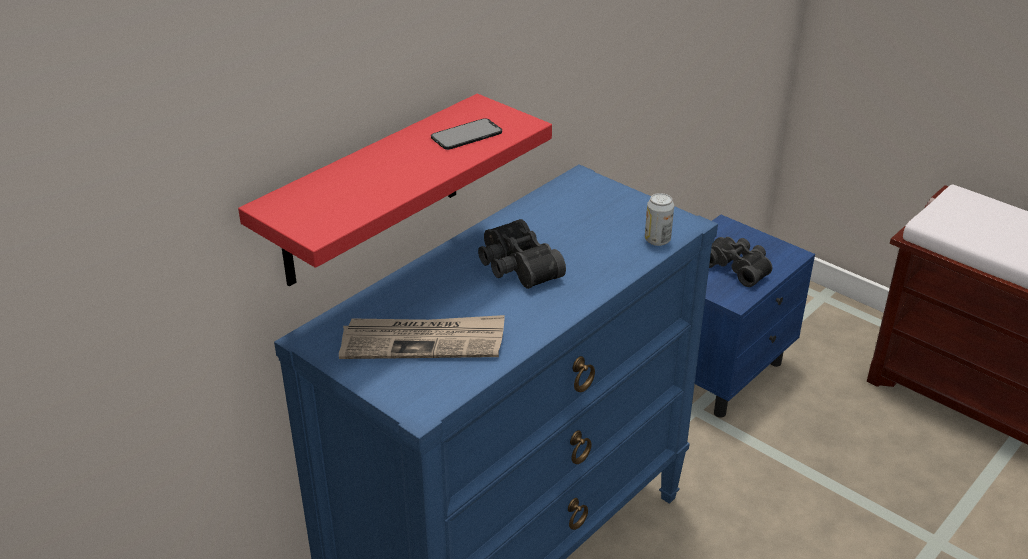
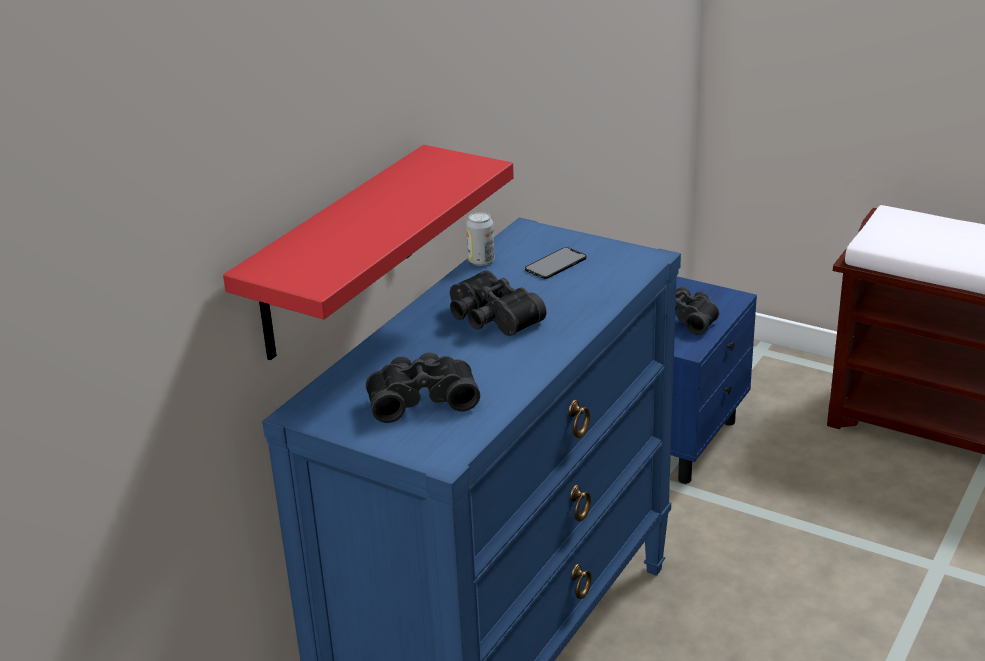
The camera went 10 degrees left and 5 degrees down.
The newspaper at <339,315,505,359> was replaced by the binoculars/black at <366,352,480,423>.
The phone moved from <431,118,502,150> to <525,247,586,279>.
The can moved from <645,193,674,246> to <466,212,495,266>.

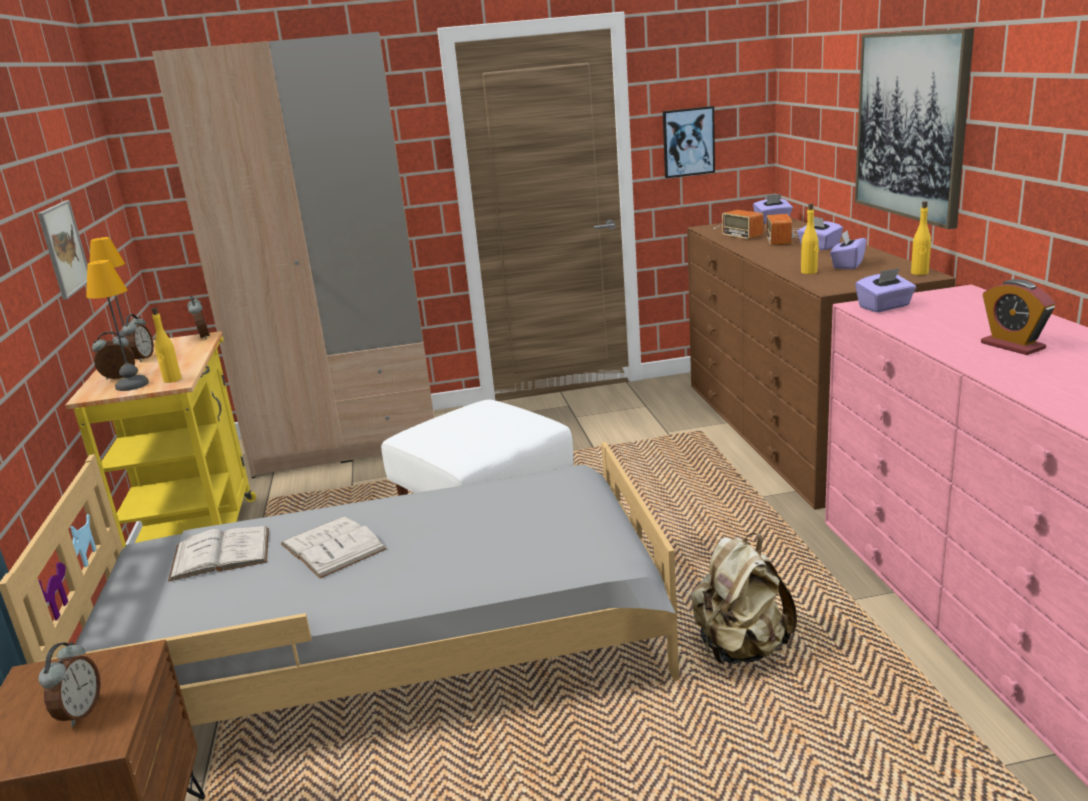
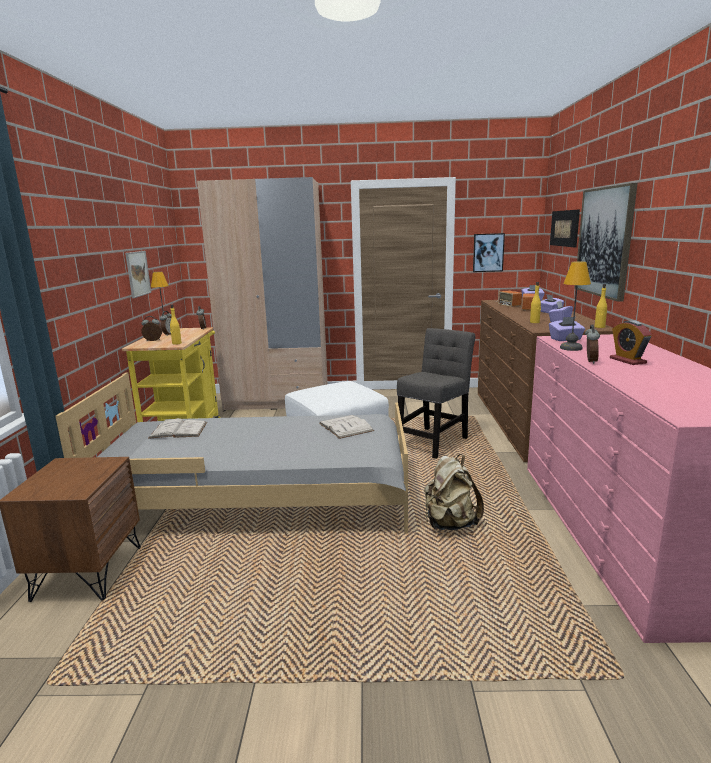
The camera went 10 degrees right and 5 degrees down.
The alarm clock moved from <38,642,101,727> to <585,325,600,364>.
The table lamp moved from <86,260,149,391> to <560,261,591,351>.
The book/white moved from <281,516,387,578> to <319,415,374,439>.
The chair/grey at <397,328,475,459> appeared.
The picture at <550,209,580,248> appeared.

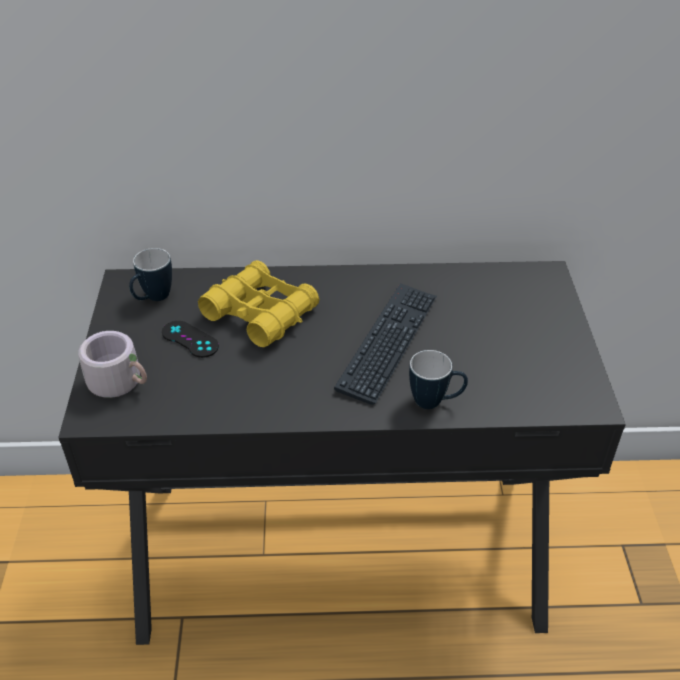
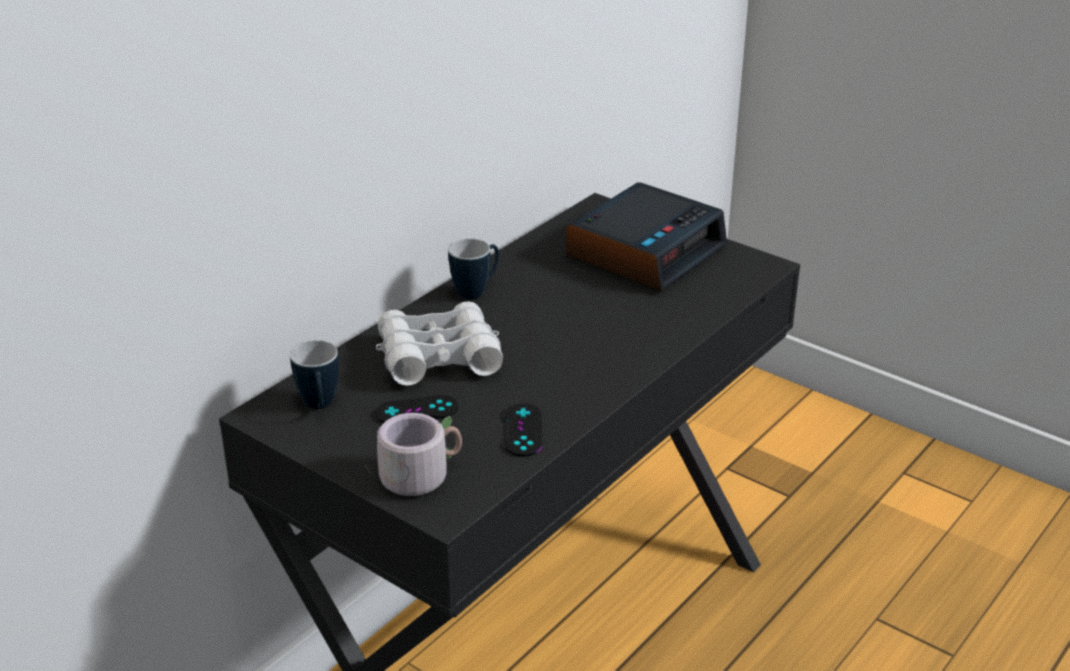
The camera went 50 degrees left and 10 degrees down.
The binoculars/yellow at <198,260,320,347> became the binoculars/white at <376,301,503,386>.
The keyboard at <334,283,437,405> disappeared.
The mug moved from <409,350,468,409> to <448,238,499,300>.
The game controller/black at <504,403,542,457> appeared.
The alarm clock at <566,182,727,292> appeared.

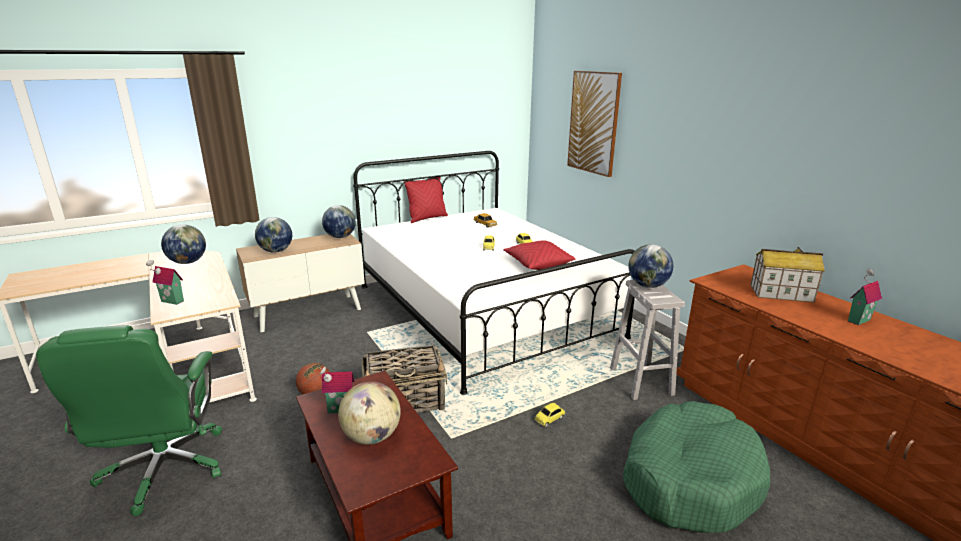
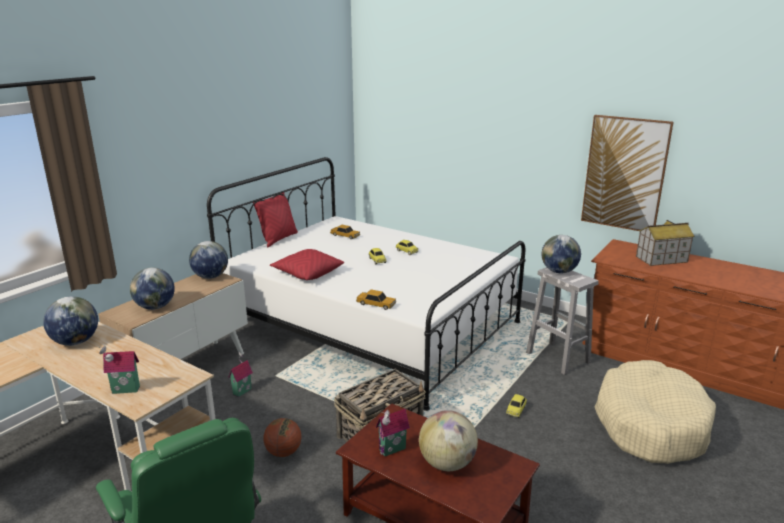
The camera went 25 degrees left and 0 degrees up.
The pillow/red moved from <503,241,575,270> to <270,249,344,280>.
The picture moved from <567,71,622,177> to <581,115,674,231>.
The dog bed/green at <623,401,770,533> became the dog bed/beige at <595,360,716,464>.
The toy house moved from <848,268,882,325> to <228,352,253,397>.
The toy car at <356,289,396,310> appeared.

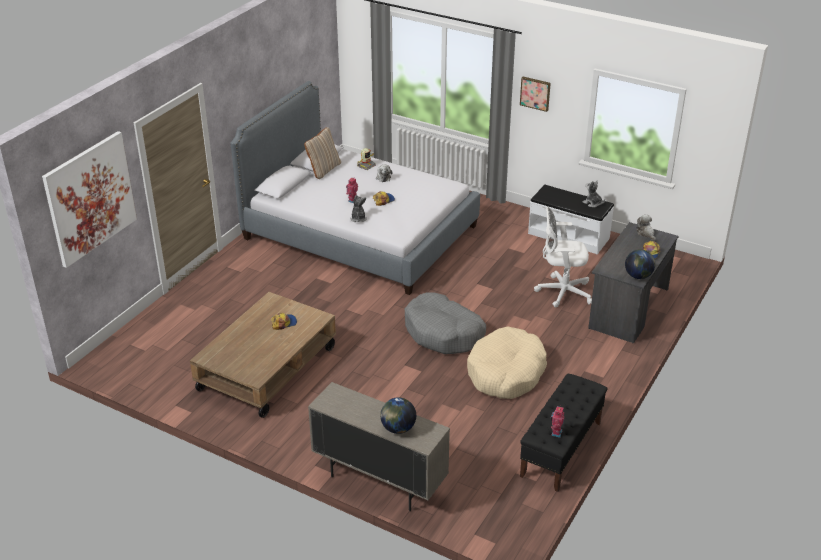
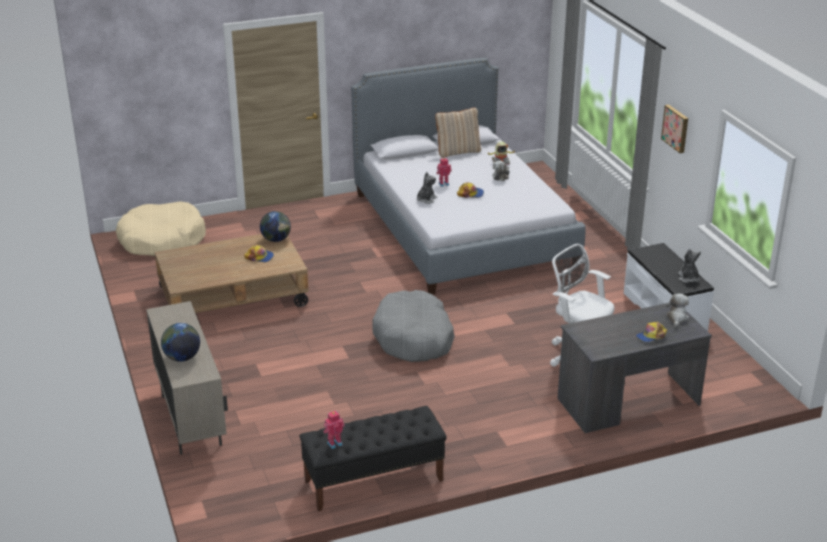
The camera went 40 degrees right and 5 degrees down.
The picture at <42,131,137,268> disappeared.
The dog bed/beige moved from <467,327,547,399> to <116,201,206,256>.
The globe moved from <625,249,655,279> to <260,211,291,242>.

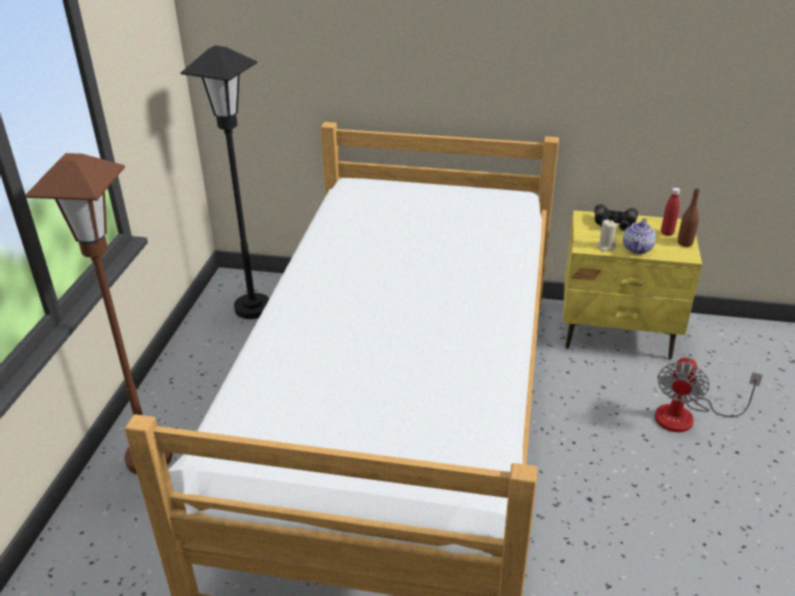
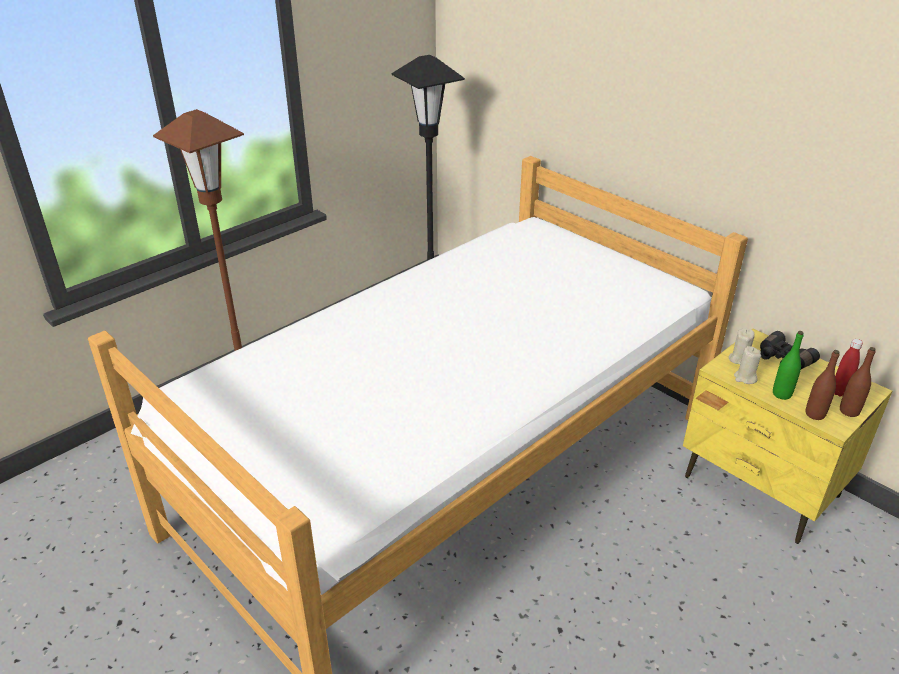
The camera went 35 degrees right and 0 degrees up.
The teapot at <623,218,656,254> was replaced by the bottle/green at <773,331,804,400>.
The fan at <655,357,763,432> disappeared.
The candle/beige at <729,328,755,365> appeared.
The bottle/brown at <806,350,840,420> appeared.

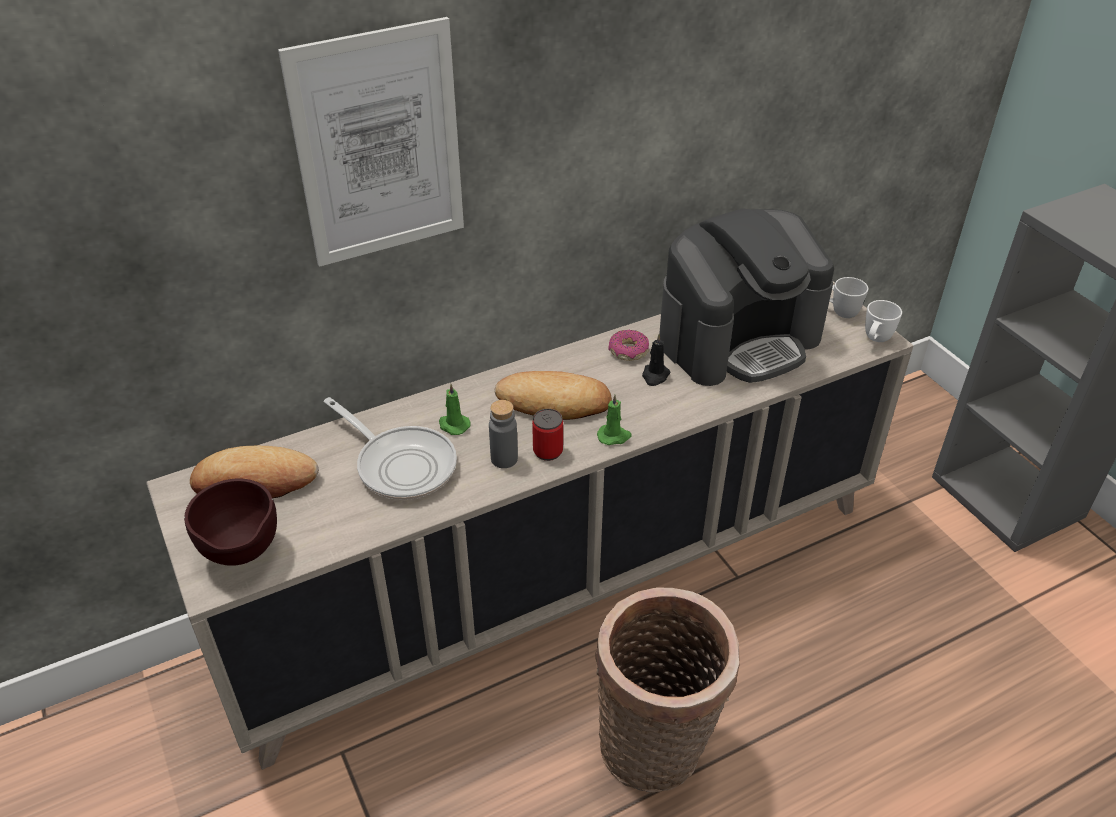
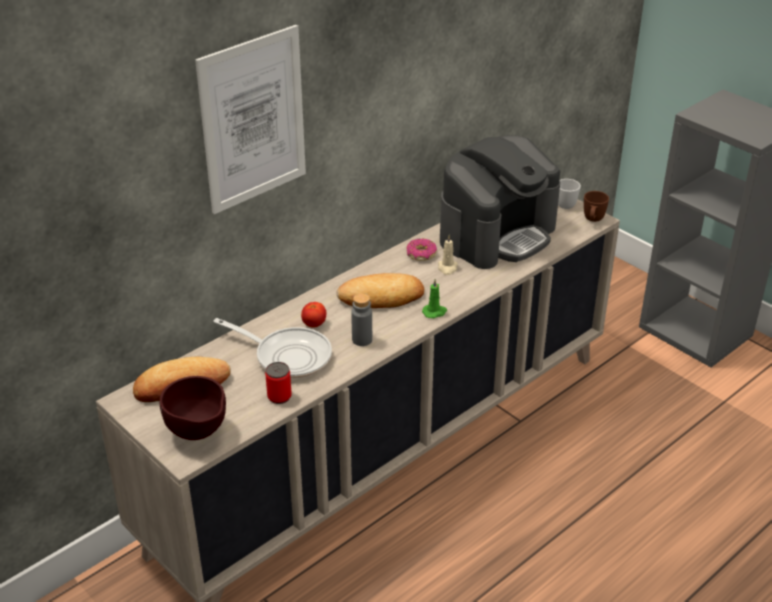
The camera went 15 degrees left and 5 degrees down.
The candle/green at <439,384,471,435> was replaced by the tomato at <301,302,326,328>.
The can moved from <532,409,563,461> to <265,362,292,404>.
The basket at <595,588,740,793> disappeared.
The candle/black at <642,334,671,386> became the candle/beige at <438,235,458,275>.
The mug/white at <865,300,902,342> became the mug/brown at <584,191,609,222>.

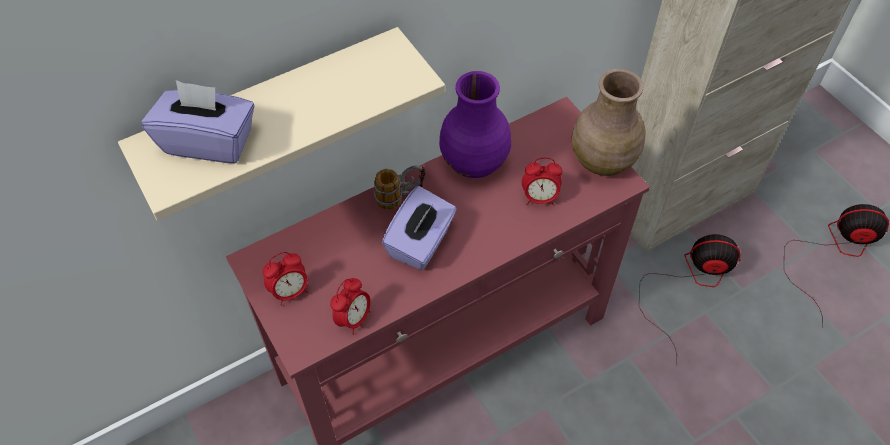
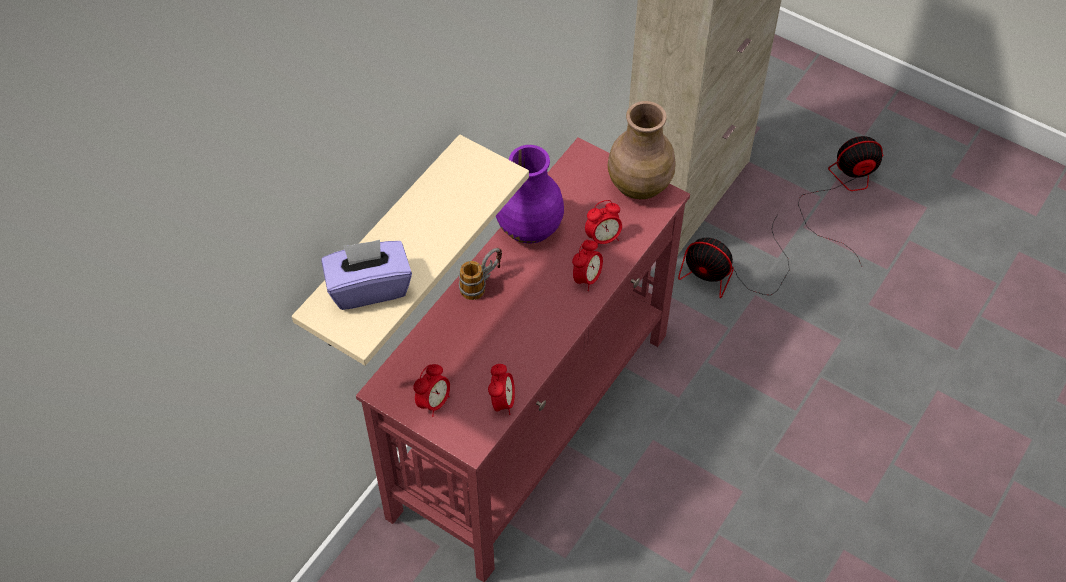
The camera went 25 degrees left and 0 degrees up.
The tissue box/purple at <382,186,457,270> disappeared.
The fan at <639,234,741,366> turned 135 degrees counterclockwise.
The alarm clock at <572,240,603,291> appeared.

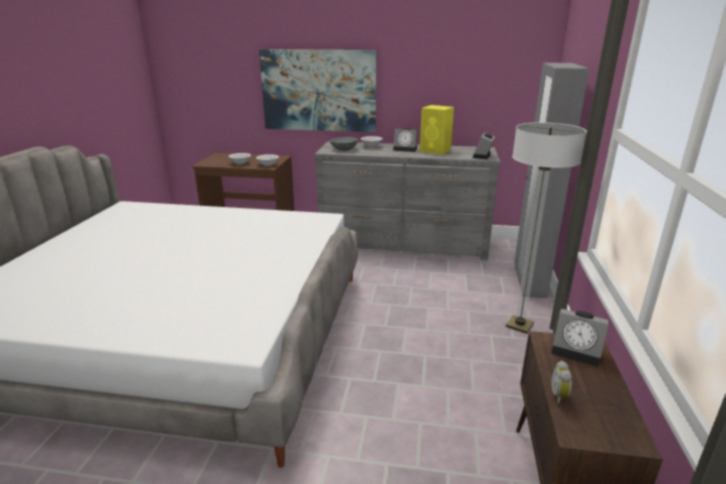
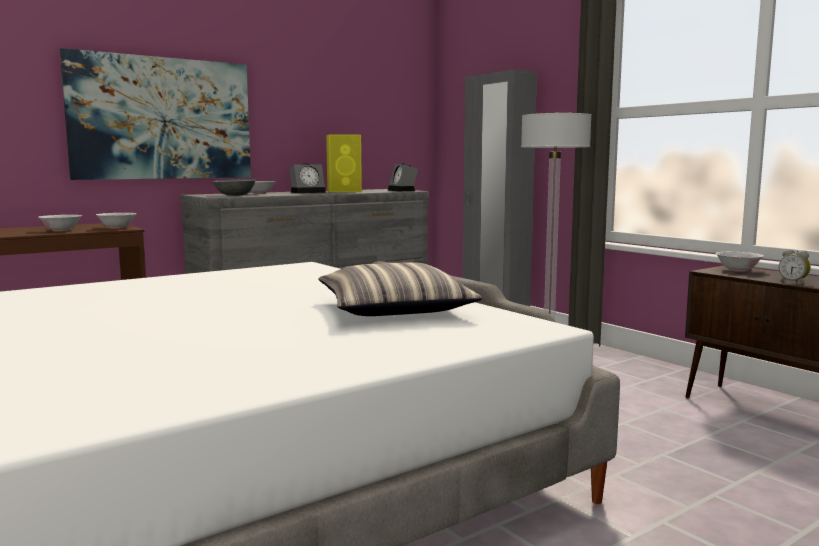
The camera went 45 degrees left and 15 degrees down.
The alarm clock at <551,309,608,367> was replaced by the bowl/white at <715,252,764,272>.
The pillow at <318,262,482,316> appeared.

